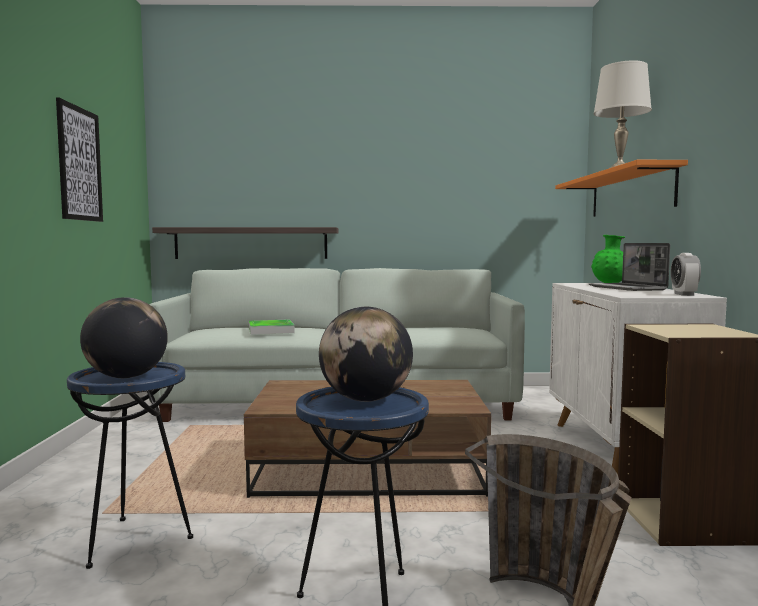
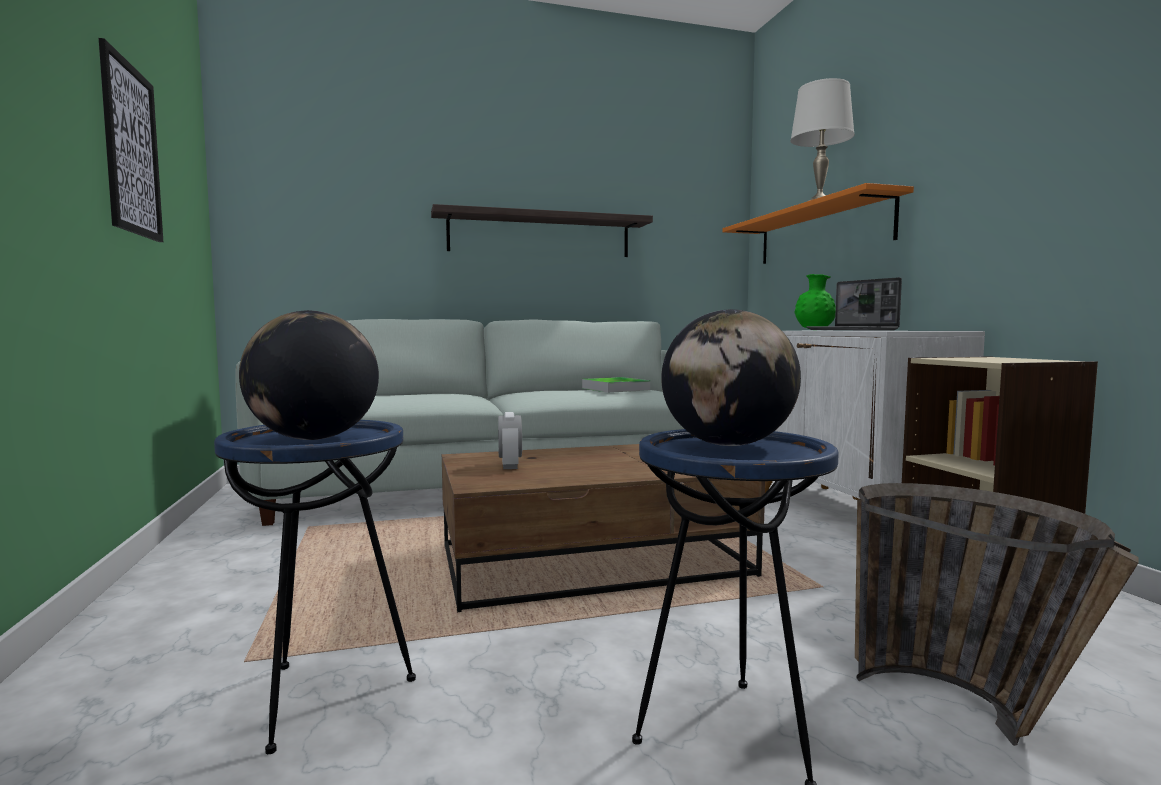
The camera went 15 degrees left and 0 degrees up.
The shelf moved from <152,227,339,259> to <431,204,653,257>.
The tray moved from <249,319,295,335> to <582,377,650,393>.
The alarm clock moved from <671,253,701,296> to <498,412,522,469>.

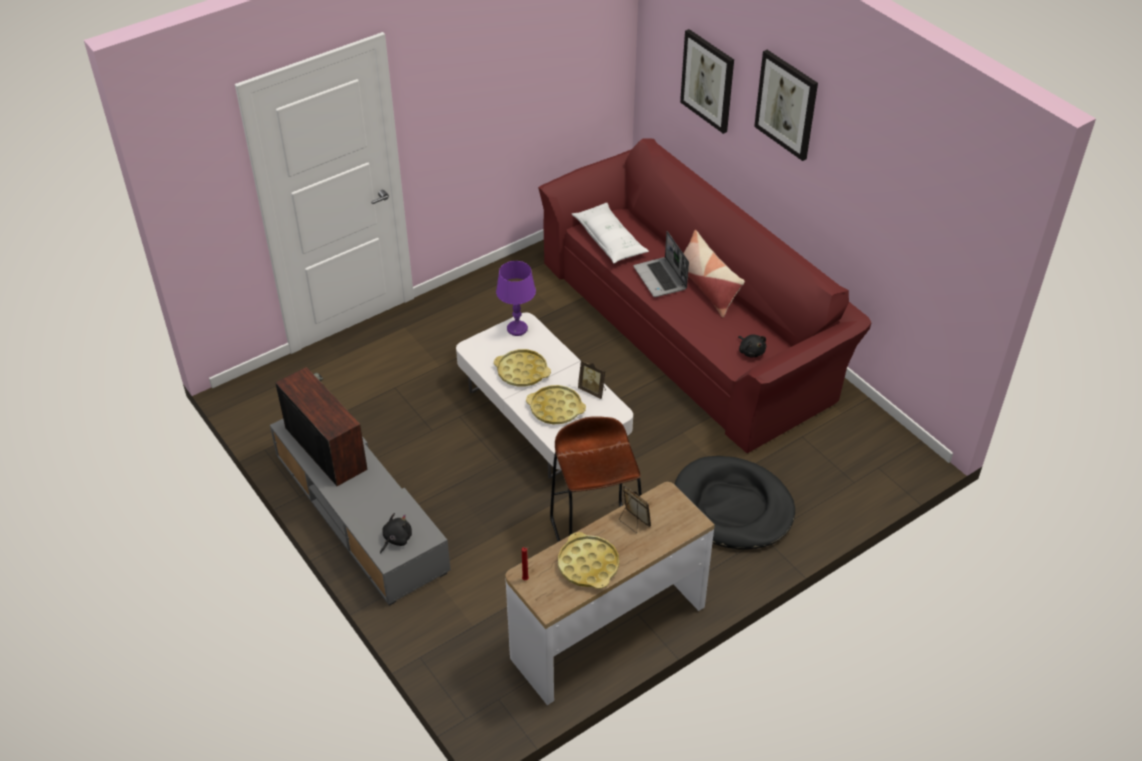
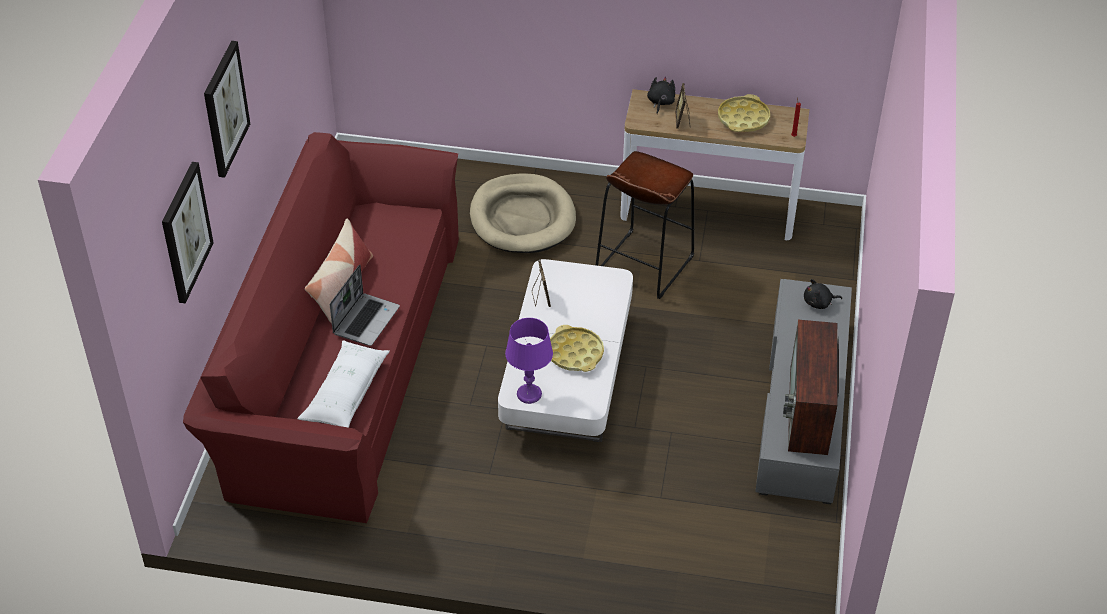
The camera went 135 degrees left and 0 degrees up.
The tray/yellow at <526,385,586,424> disappeared.
The dog bed/black at <674,456,795,550> became the dog bed/beige at <470,173,576,253>.
The plush toy/black moved from <738,334,766,358> to <647,76,675,114>.

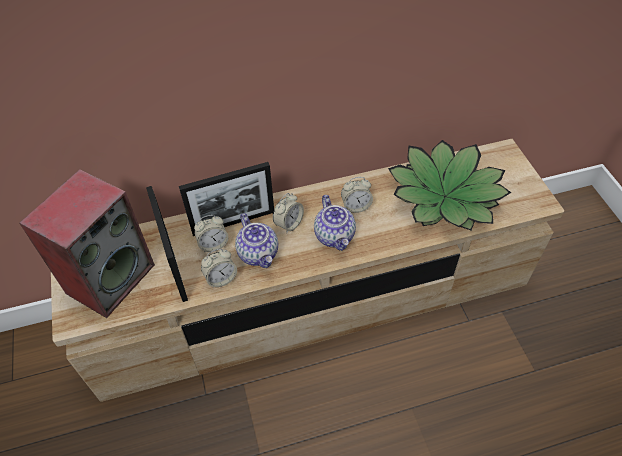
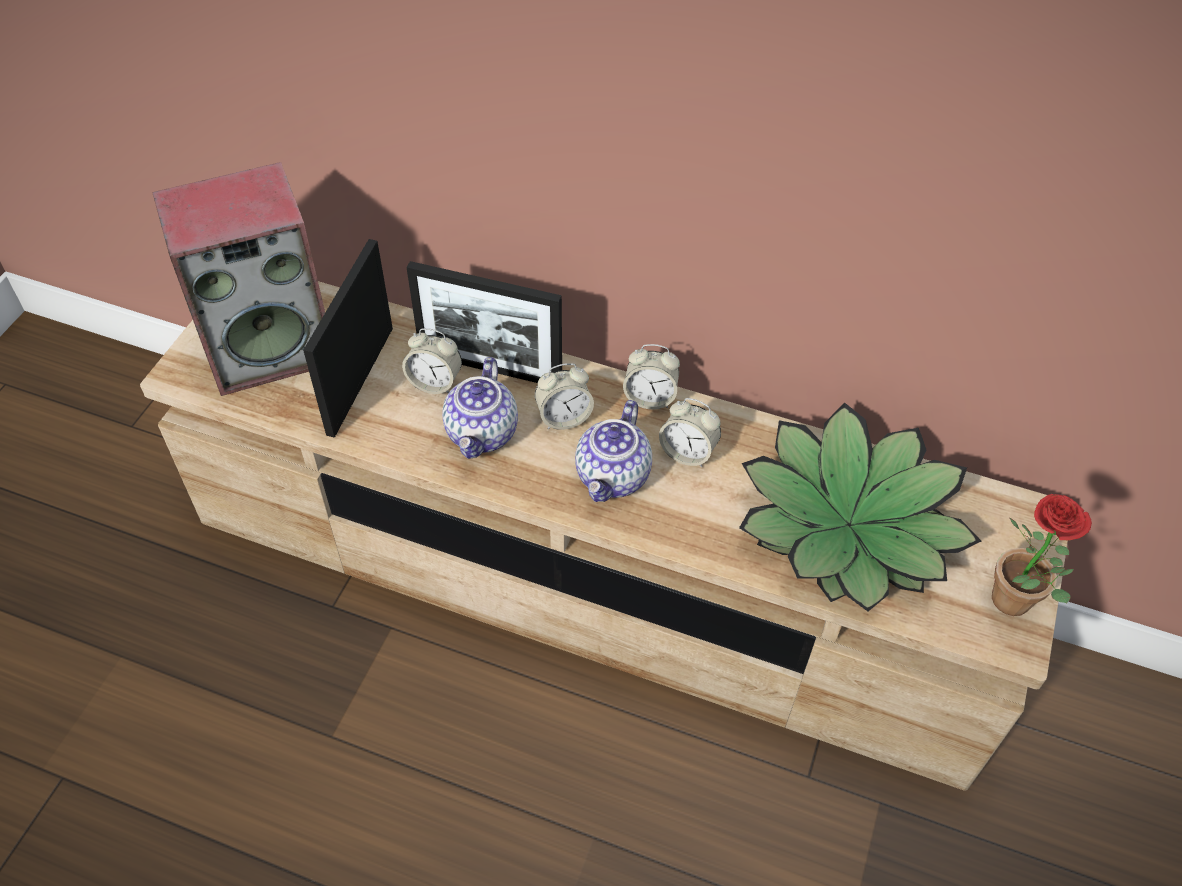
The camera went 35 degrees right and 0 degrees up.
The alarm clock moved from <201,249,237,288> to <623,344,680,409>.
The potted plant at <992,494,1092,616> appeared.

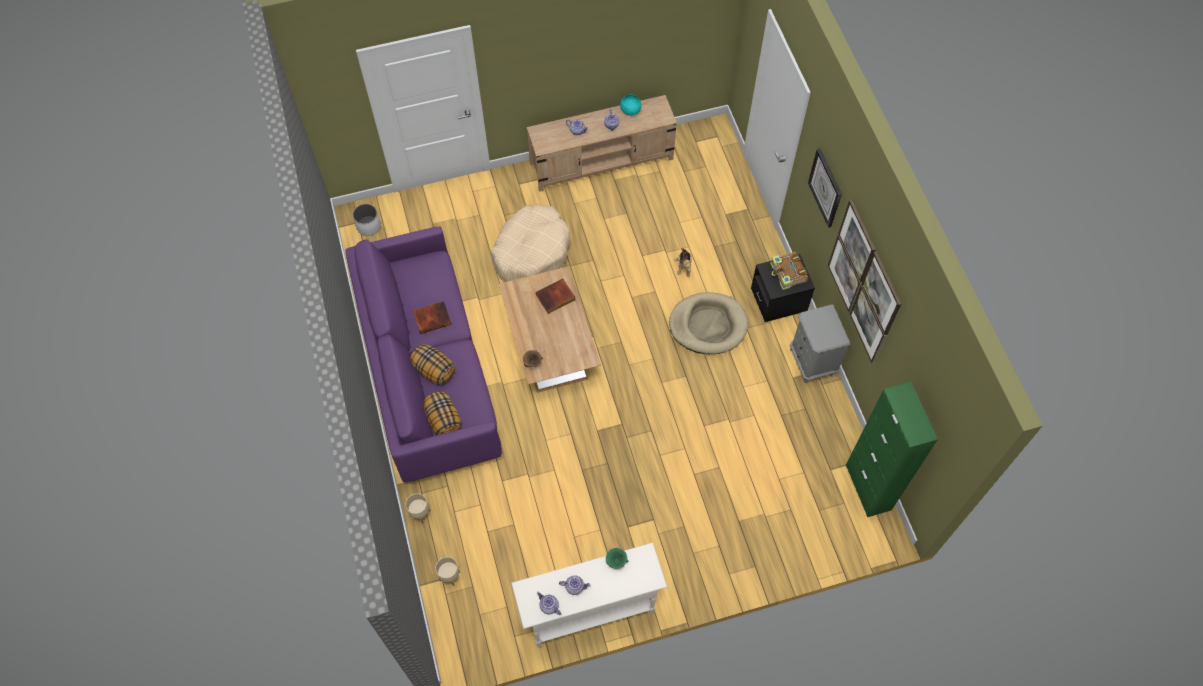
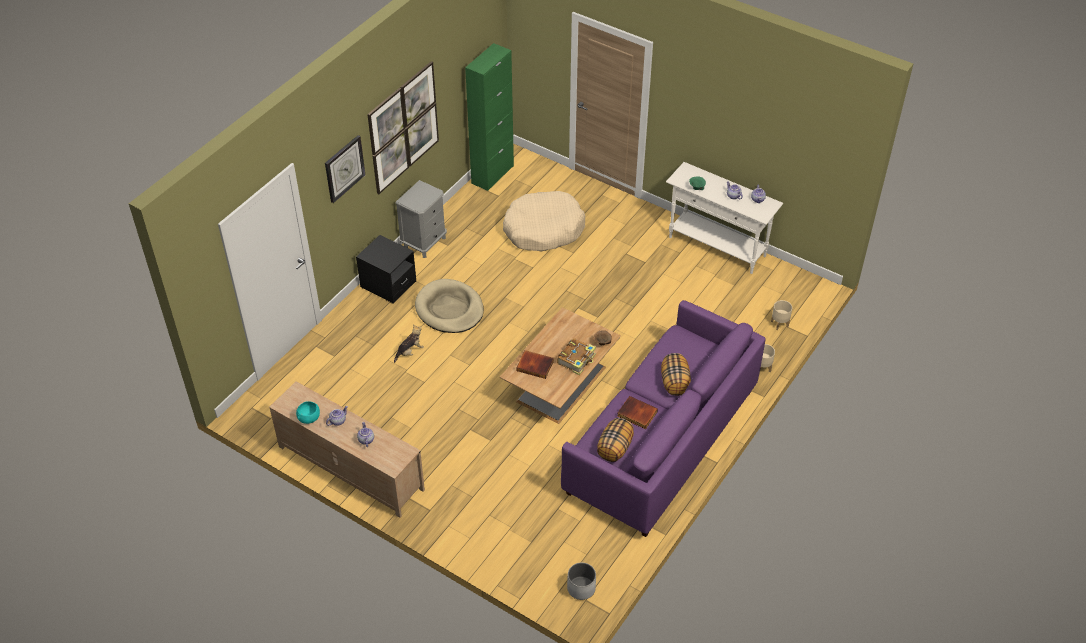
The camera went 130 degrees left and 15 degrees down.
The pillow moved from <424,391,461,435> to <597,418,634,462>.
The dog bed/beige moved from <491,204,571,282> to <503,191,585,251>.
The book moved from <770,252,808,290> to <557,338,596,375>.

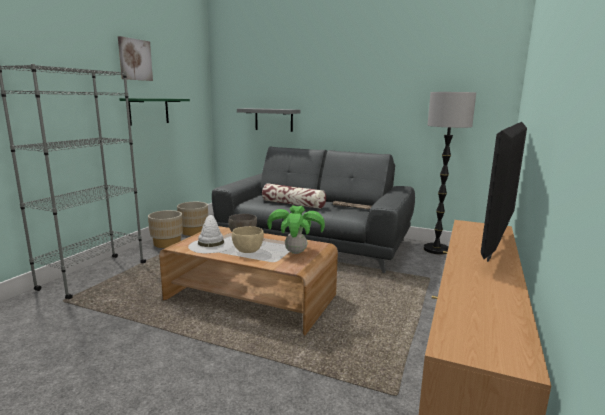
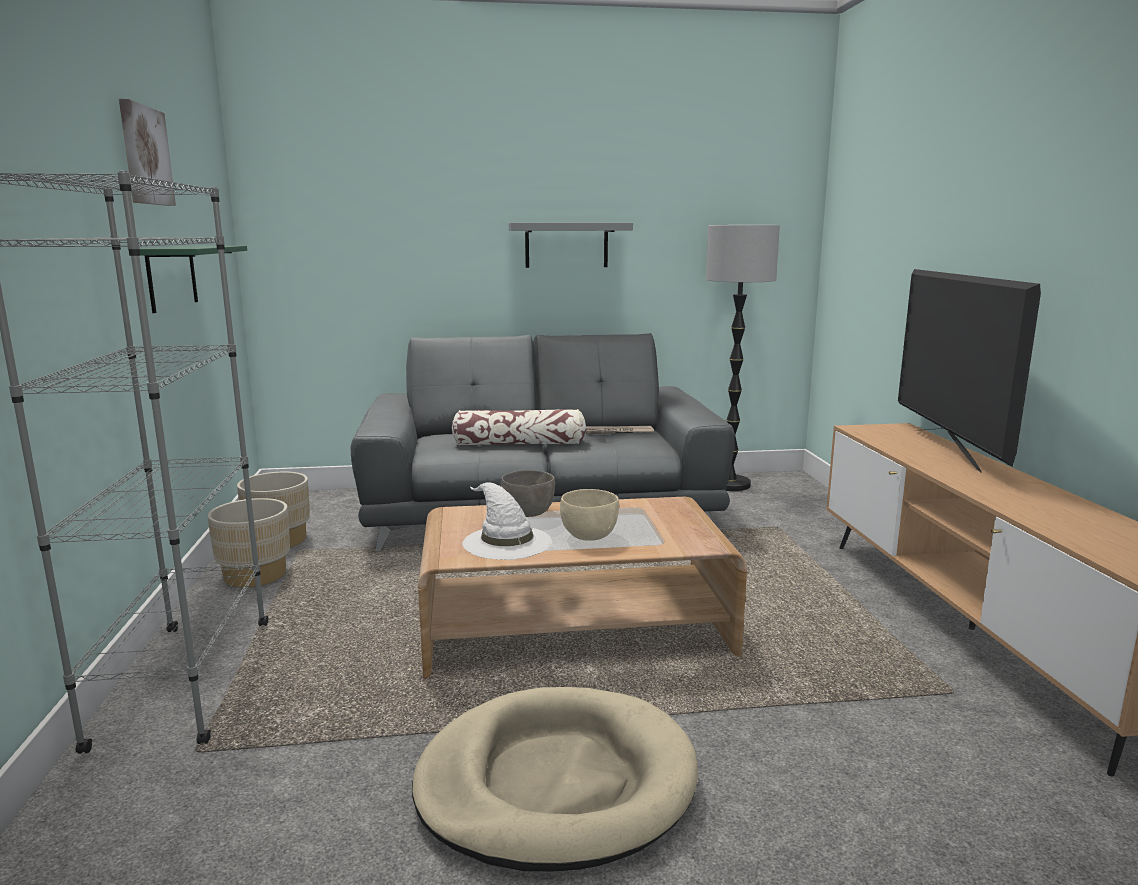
The camera went 30 degrees left and 0 degrees up.
The shelf/grey moved from <237,108,300,132> to <509,223,633,268>.
The potted plant at <267,205,325,254> disappeared.
The dog bed/beige at <412,687,698,871> appeared.

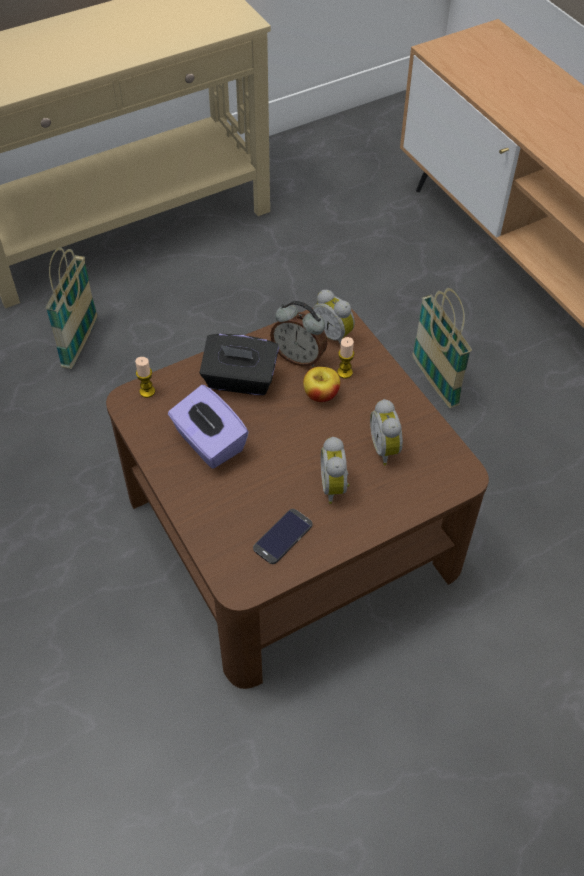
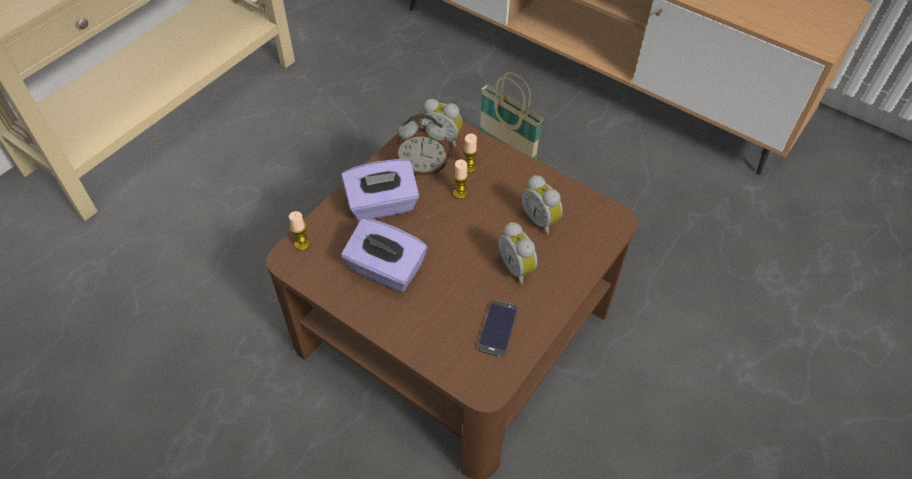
The camera went 25 degrees left and 0 degrees up.
The basket at <46,247,97,369> disappeared.
The tissue box/black at <199,334,279,395> became the tissue box/purple at <342,159,419,221>.
The apple at <303,367,340,402> was replaced by the candle at <453,159,469,199>.

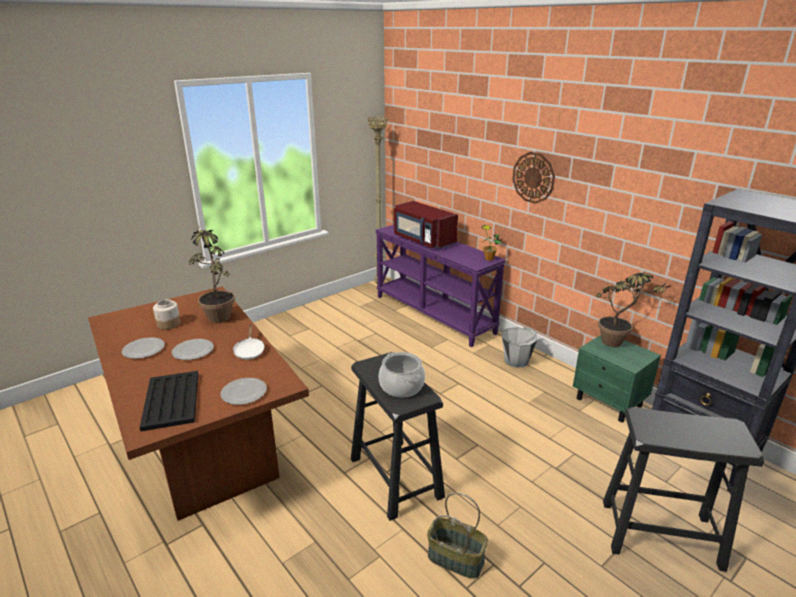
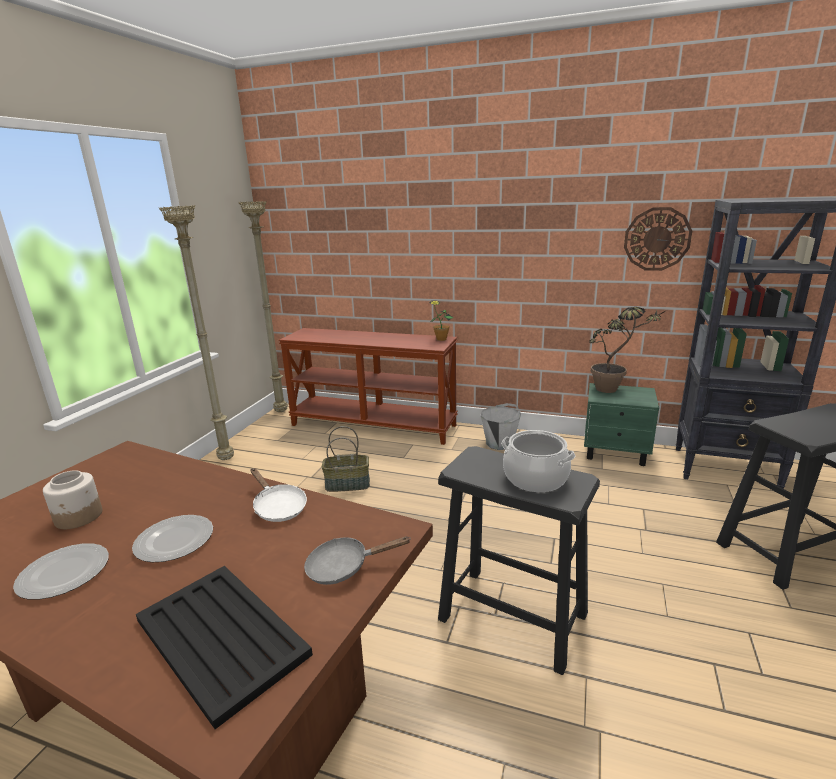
The camera went 30 degrees left and 5 degrees down.
The potted plant at <189,225,235,323> disappeared.
The plate at <220,378,267,405> was replaced by the frying pan/grey at <304,536,411,585>.
The console table/purple at <375,225,506,347> became the console table/brown at <279,328,458,445>.
The microwave/red at <394,201,458,249> disappeared.
The basket moved from <427,493,488,579> to <322,426,370,492>.
The wall clock moved from <512,152,555,204> to <624,207,692,271>.
The floor lamp/beige at <159,205,234,460> appeared.

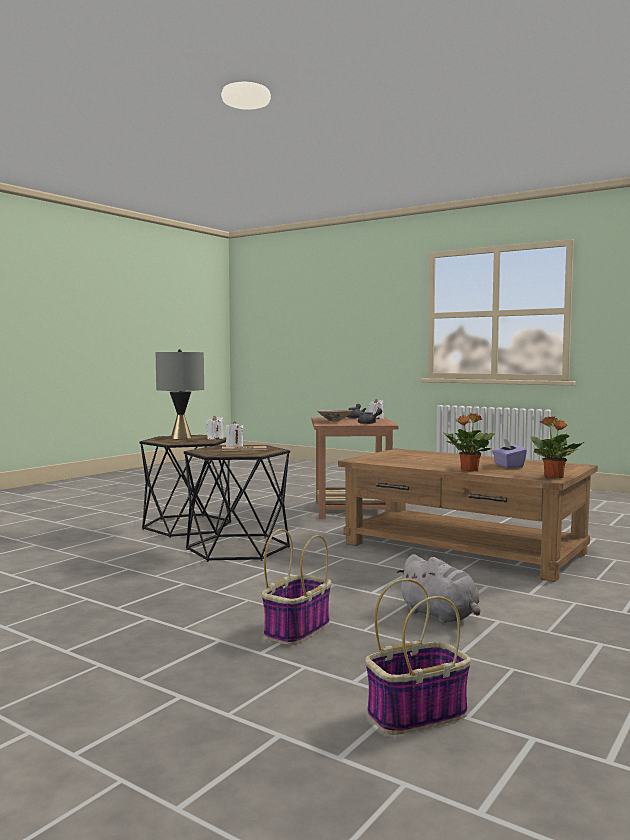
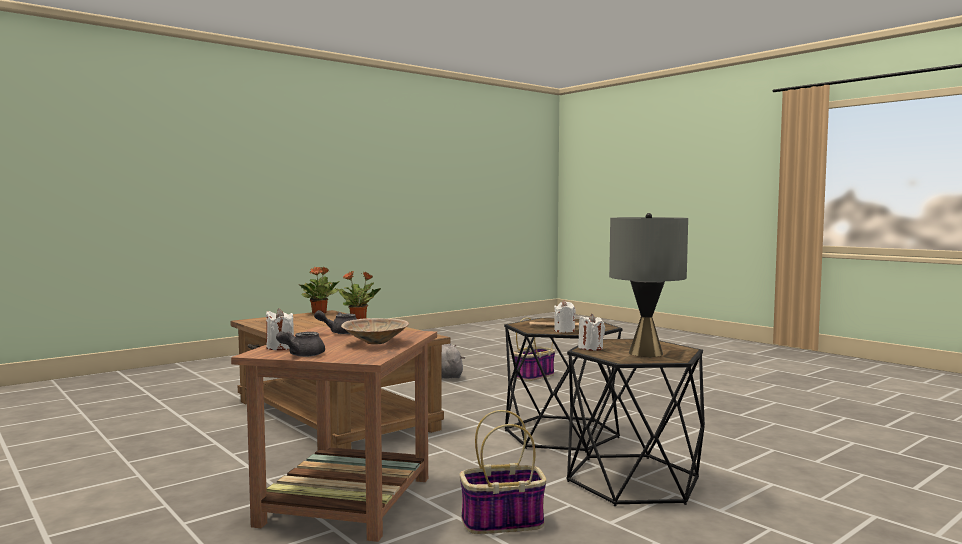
The camera went 165 degrees left and 0 degrees up.
The basket moved from <365,579,471,735> to <460,410,547,534>.
The tissue box/purple at <492,438,527,468> disappeared.

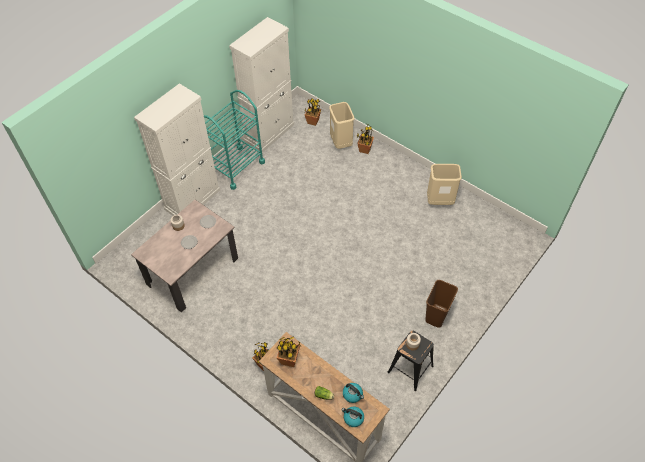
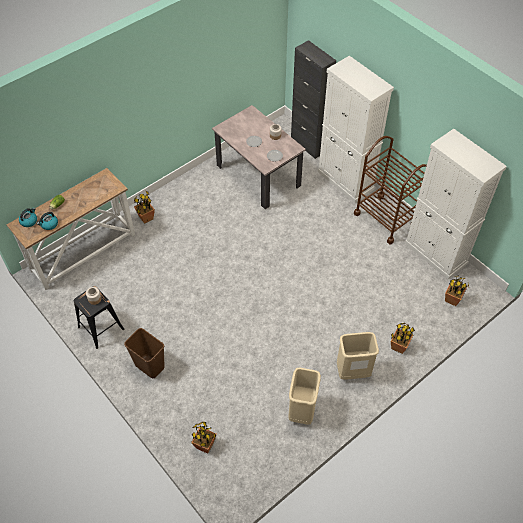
The camera went 100 degrees right and 0 degrees up.
The cart/turquoise at <204,90,265,190> became the cart/brown at <354,136,427,245>.
The potted plant moved from <276,336,300,367> to <191,421,217,454>.
The trash can/beige moved from <329,102,354,149> to <337,332,379,379>.
The cabinet/black at <291,40,336,159> appeared.

